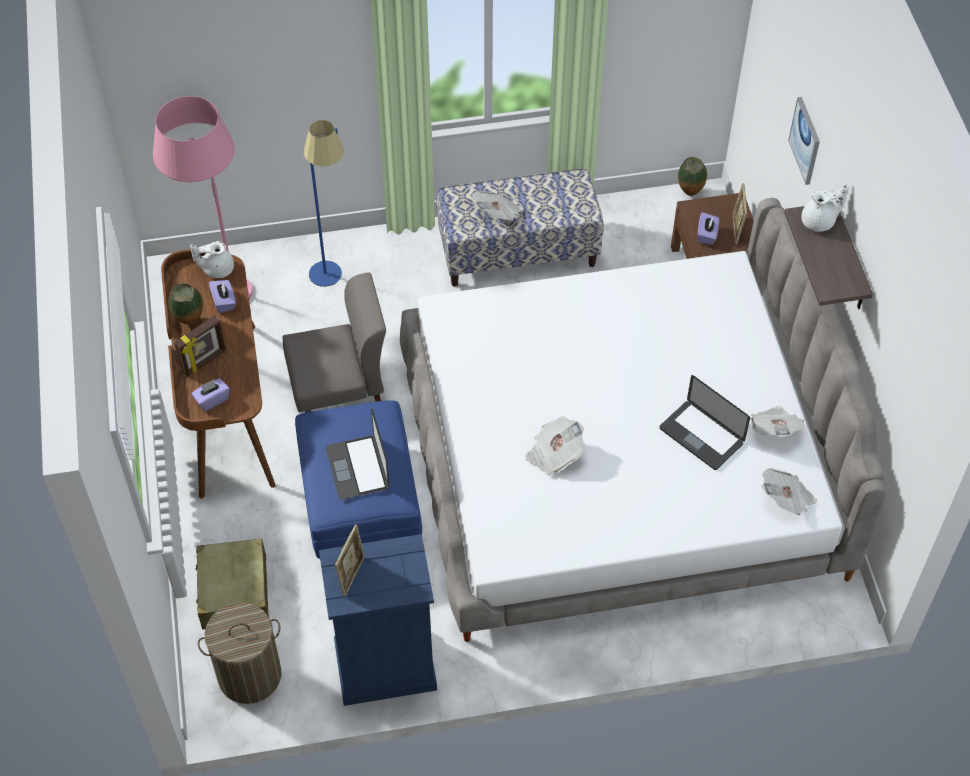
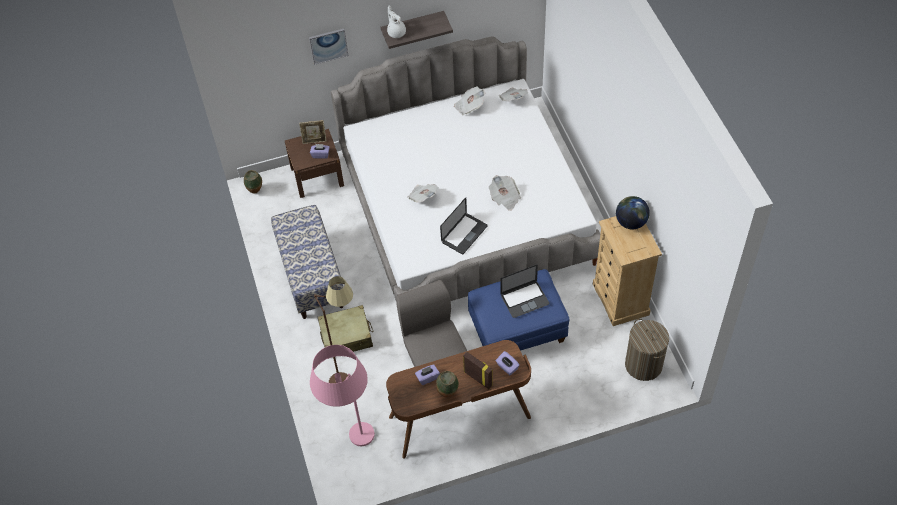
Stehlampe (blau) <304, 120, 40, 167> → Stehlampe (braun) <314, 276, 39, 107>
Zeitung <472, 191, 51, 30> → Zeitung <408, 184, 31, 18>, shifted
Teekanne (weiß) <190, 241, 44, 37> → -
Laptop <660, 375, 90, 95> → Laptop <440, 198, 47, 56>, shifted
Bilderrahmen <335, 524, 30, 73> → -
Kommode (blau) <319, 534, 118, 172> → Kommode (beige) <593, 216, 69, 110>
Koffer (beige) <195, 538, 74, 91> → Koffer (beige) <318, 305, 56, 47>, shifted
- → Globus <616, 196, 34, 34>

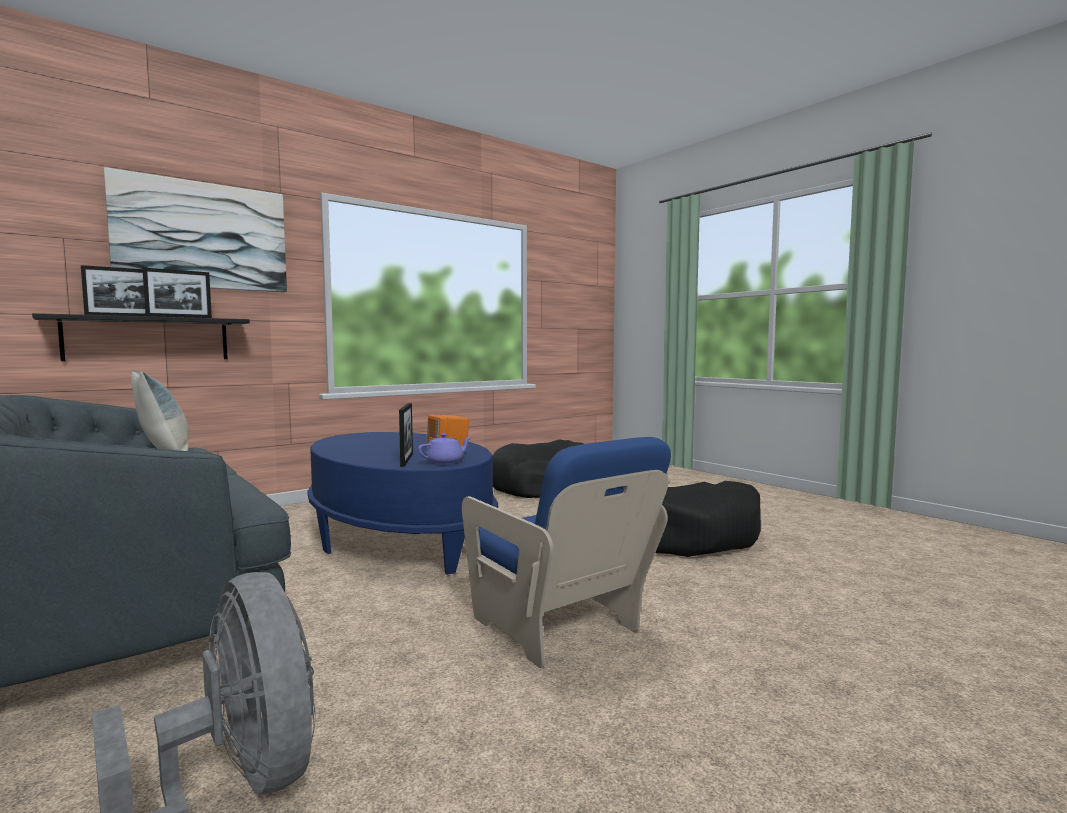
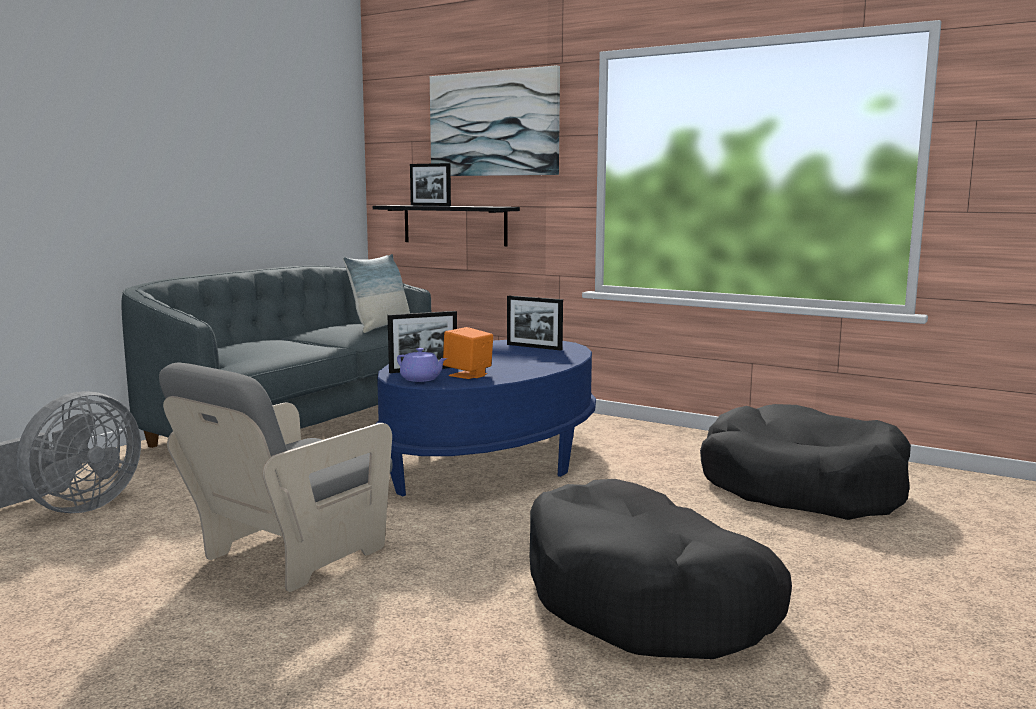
Bilderrahmen <142, 268, 70, 50> → Bilderrahmen <507, 296, 56, 54>, shifted
Sessel (blau) <462, 437, 209, 231> → Sessel (grau) <159, 362, 234, 230>

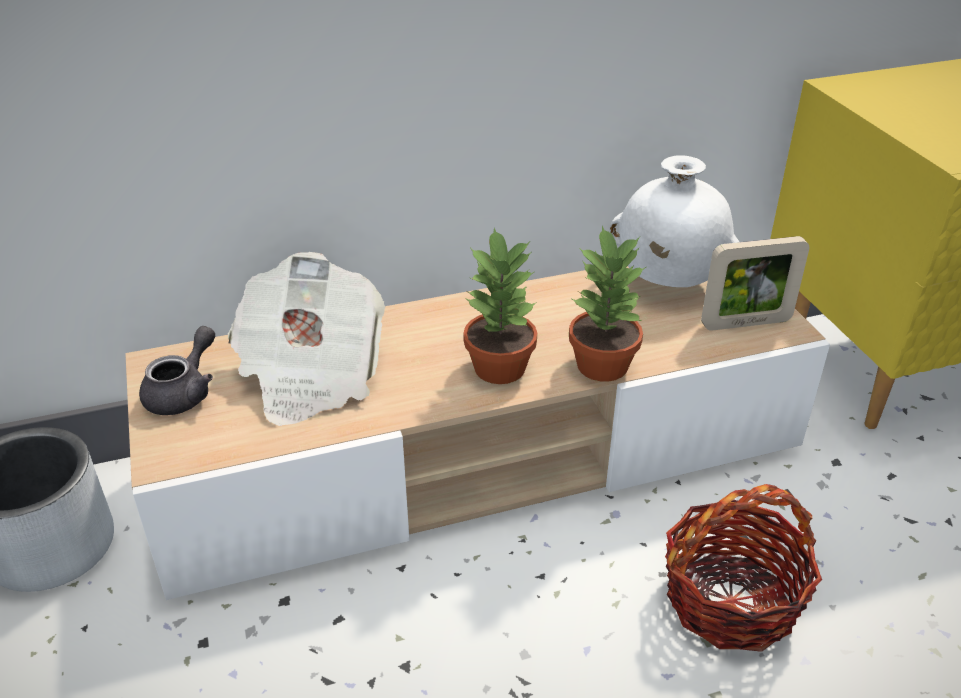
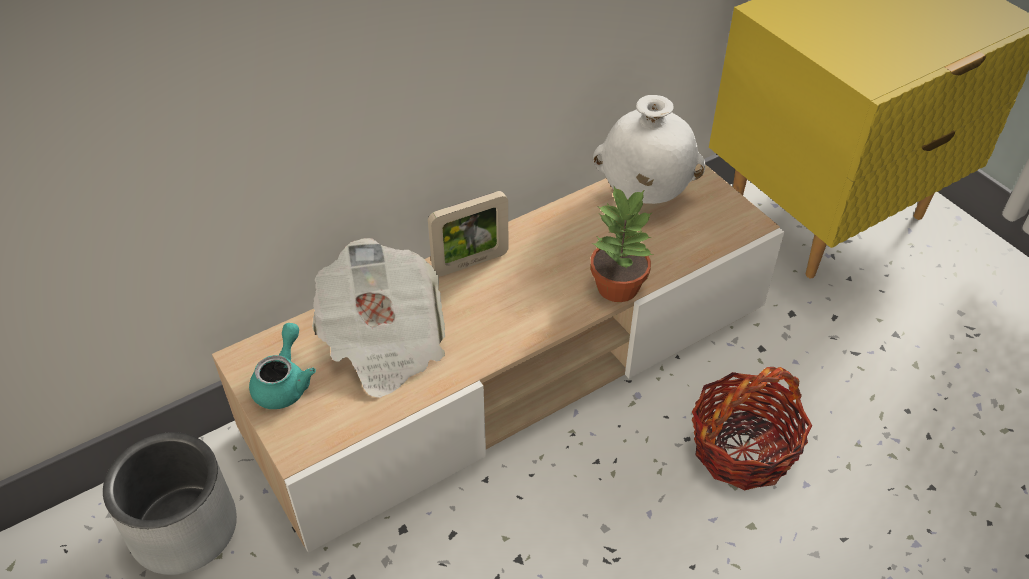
Topfpflanze <463, 228, 74, 156> → -
Bilderrahmen <701, 236, 108, 95> → Bilderrahmen <428, 191, 80, 85>, shifted
Teekanne (grau) <139, 326, 76, 89> → Teekanne (türkis) <249, 323, 67, 86>

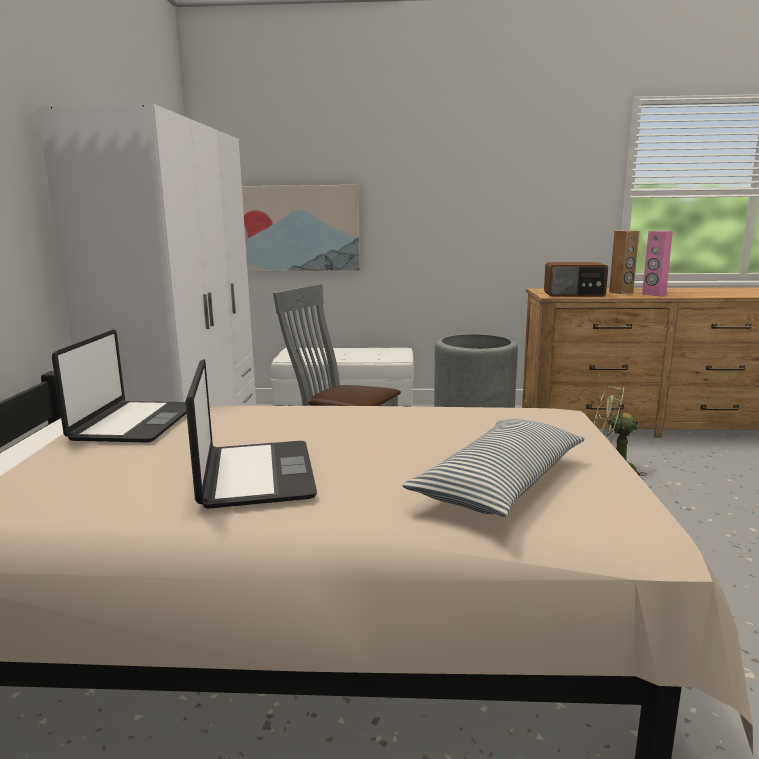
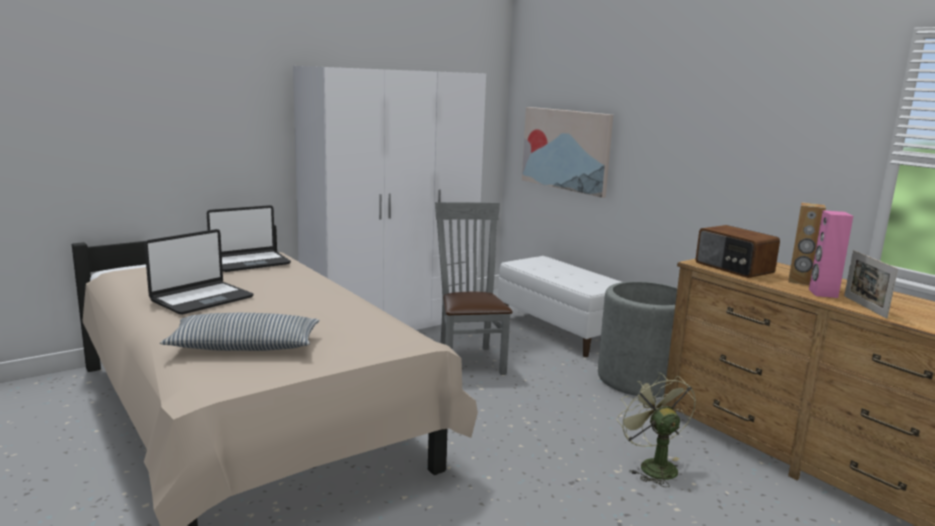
- → Bilderrahmen <844, 250, 54, 69>

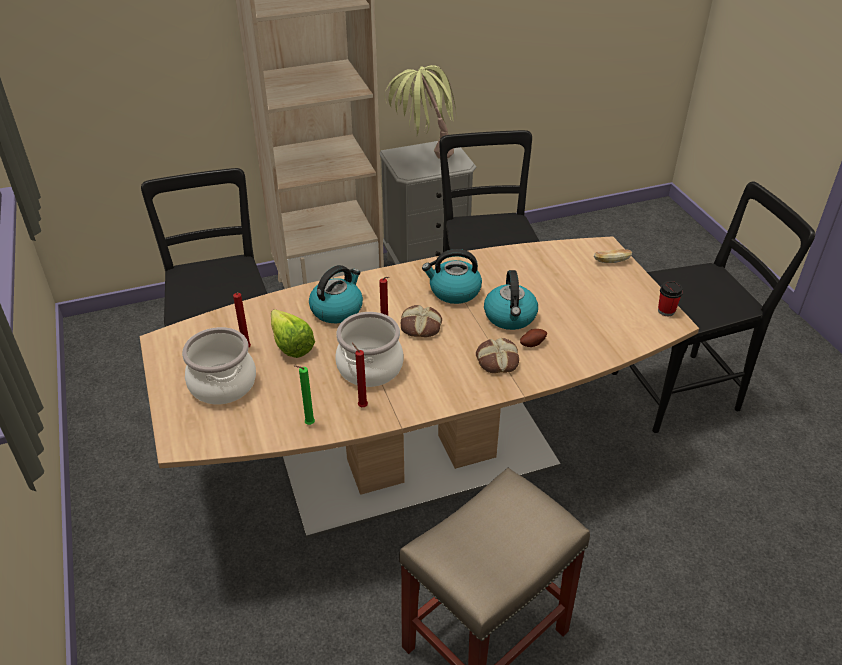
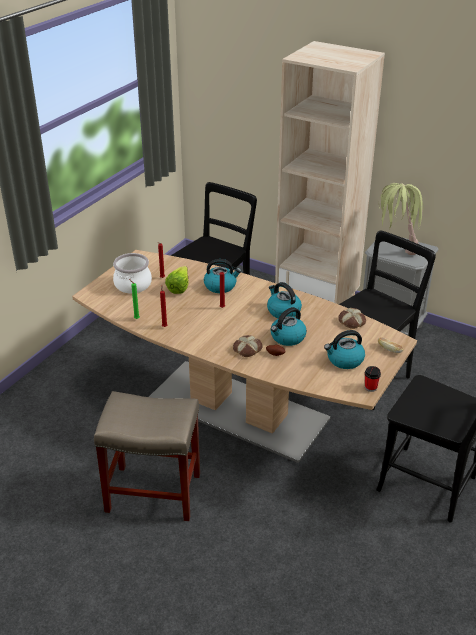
Brot <401, 305, 41, 32> → Brot <338, 308, 28, 21>, shifted
Kochtopf <335, 312, 68, 75> → -
- → Wasserkessel <324, 330, 41, 39>

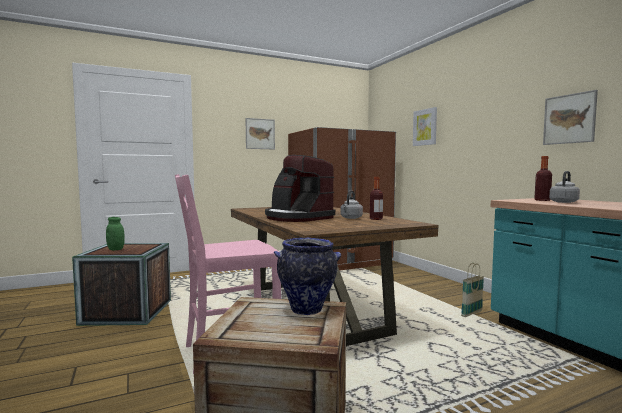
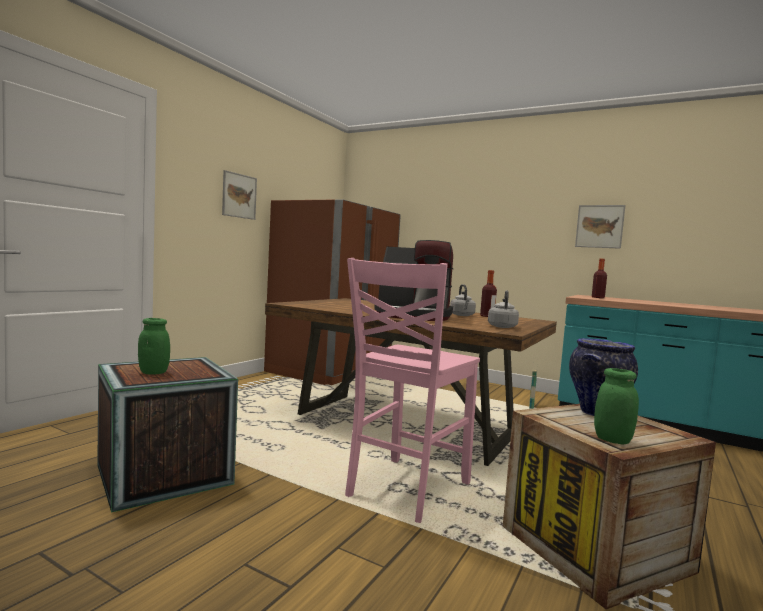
Bild <413, 107, 24, 39> → -
Wasserkessel (grau) <549, 171, 31, 32> → Wasserkessel (grau) <488, 290, 31, 38>, shifted
- → Vorratsglas (grün) <594, 368, 45, 76>

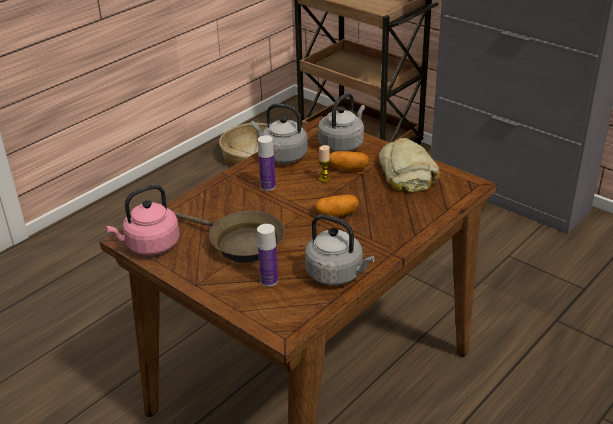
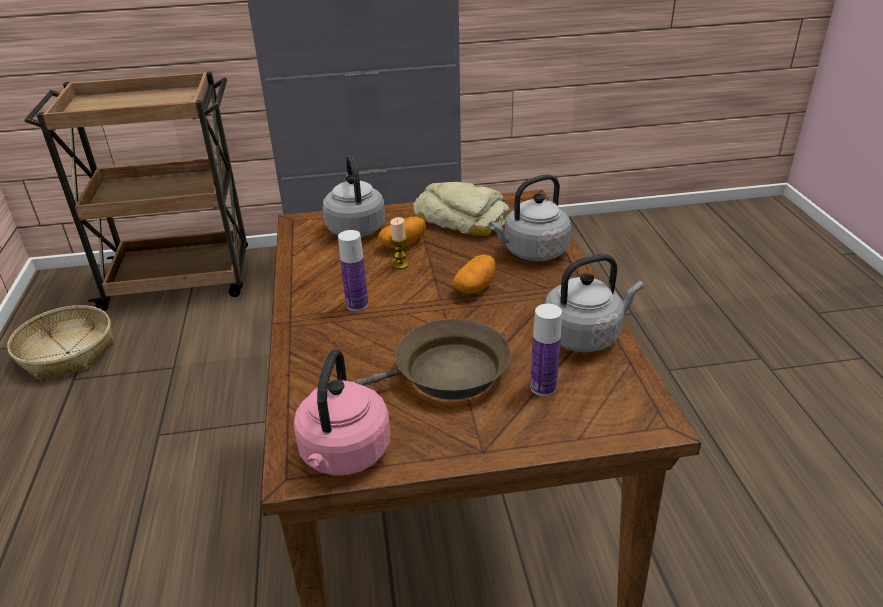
Wasserkessel (grau) <251, 103, 57, 61> → Wasserkessel (grau) <489, 174, 82, 87>, shifted

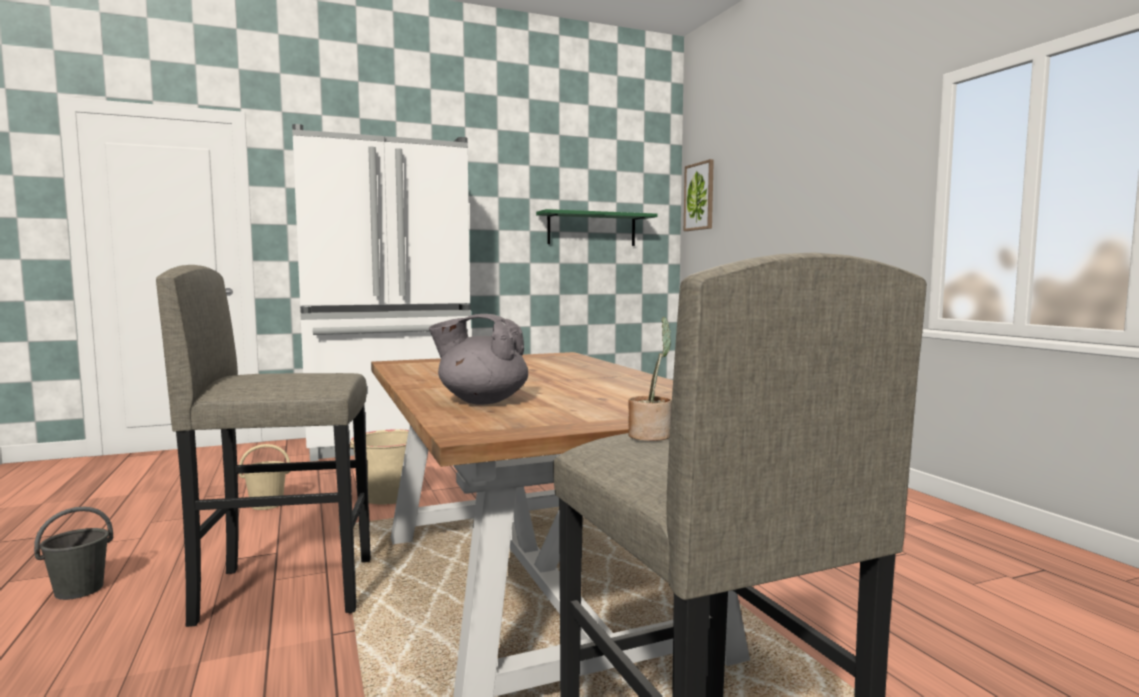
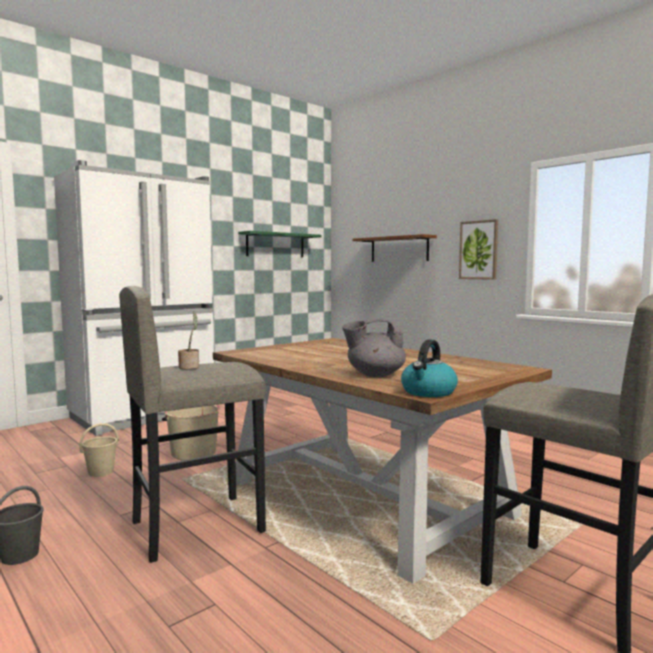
Bild <684, 159, 30, 72> → Bild <459, 219, 39, 61>, shifted
Topfpflanze <628, 317, 44, 124> → Topfpflanze <178, 311, 21, 58>, shifted
- → Wandregal (braun) <352, 234, 85, 28>
- → Wasserkessel <401, 339, 57, 58>

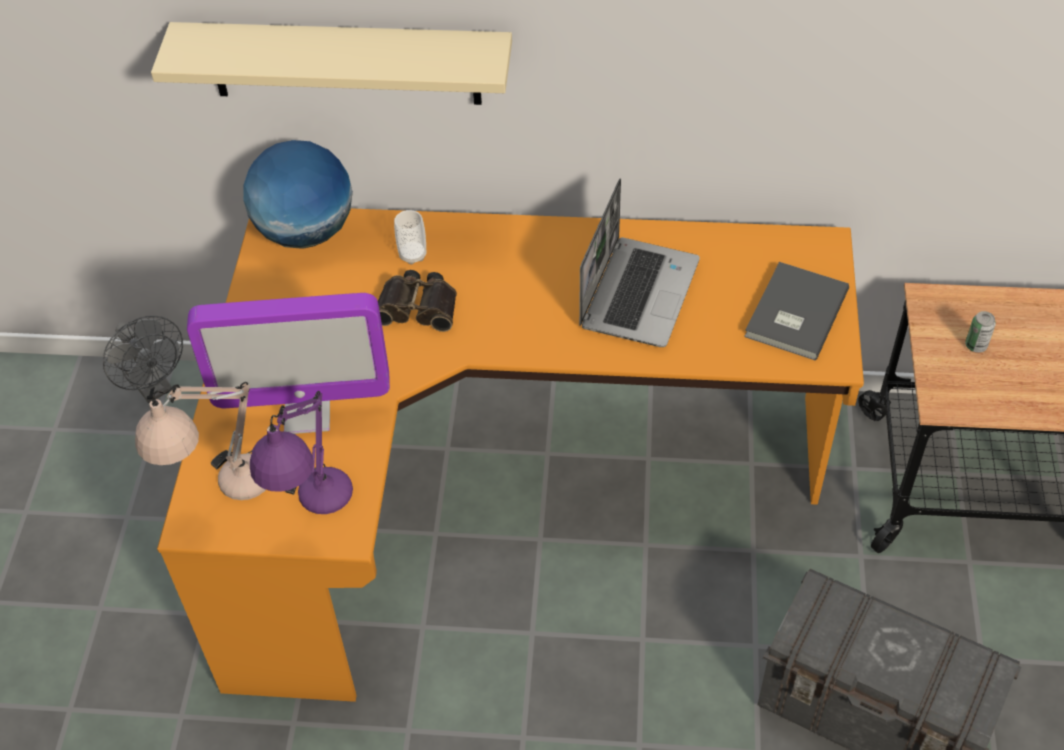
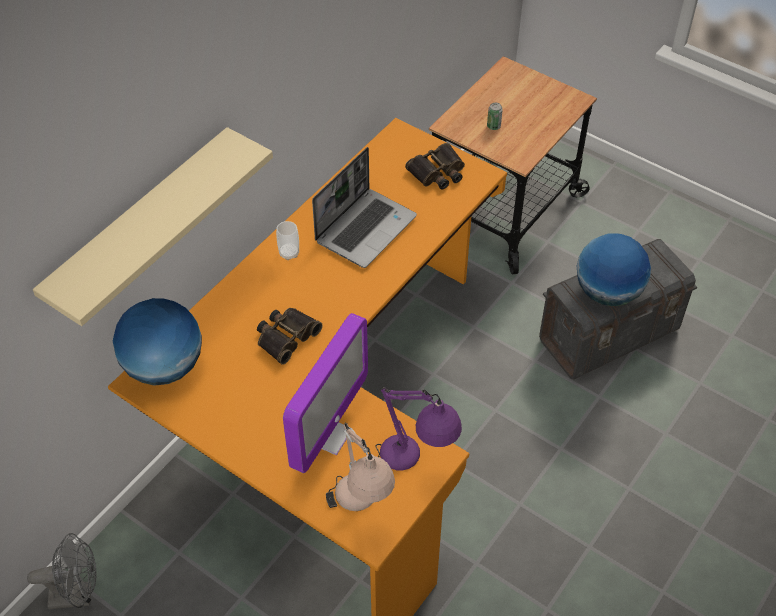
Laptop <579, 179, 121, 168> → Laptop <312, 147, 105, 121>, 75 degrees clockwise
Tasse <394, 210, 32, 54> → Tasse <276, 221, 23, 39>, shifted
Buch (grau) <744, 262, 105, 99> → Fernglas <405, 143, 60, 47>
- → Globus <577, 233, 74, 73>

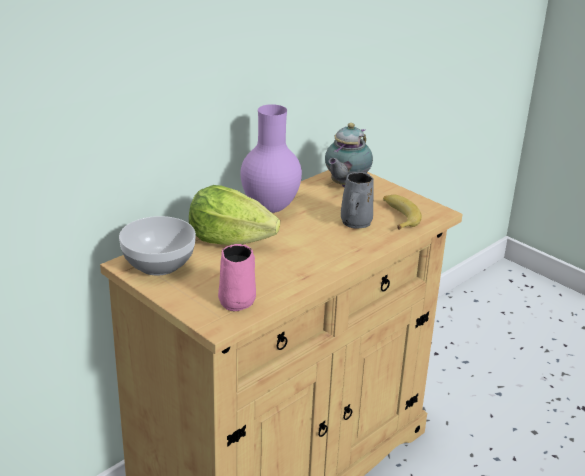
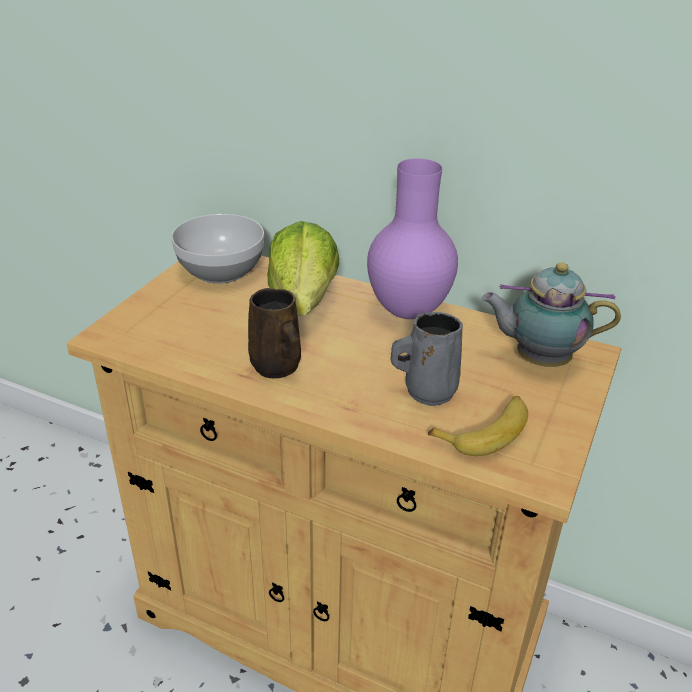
Henkelbecher (rosa) <218, 244, 38, 68> → -
- → Henkelbecher (braun) <248, 288, 53, 90>

